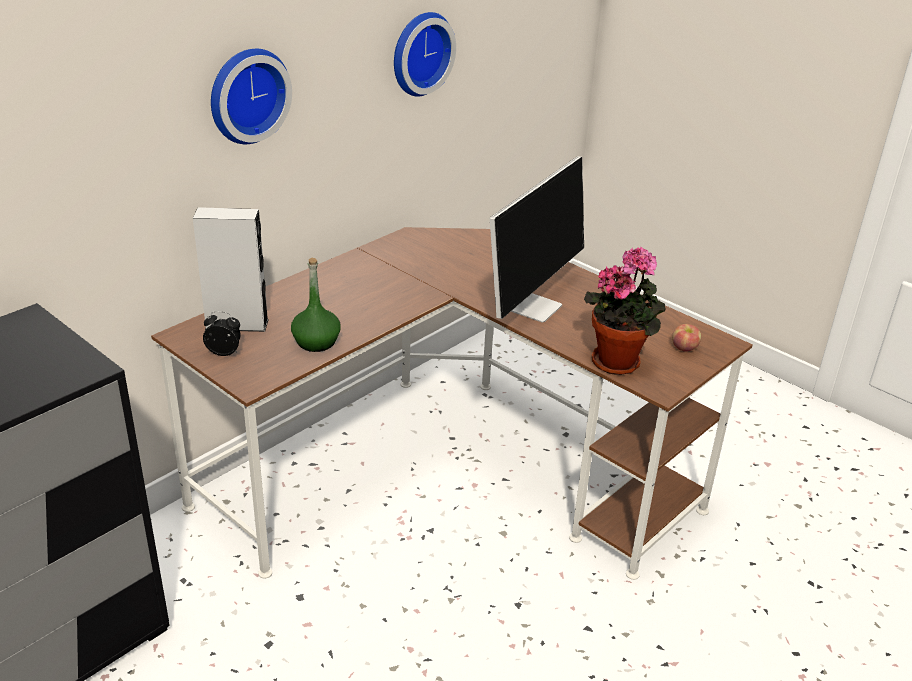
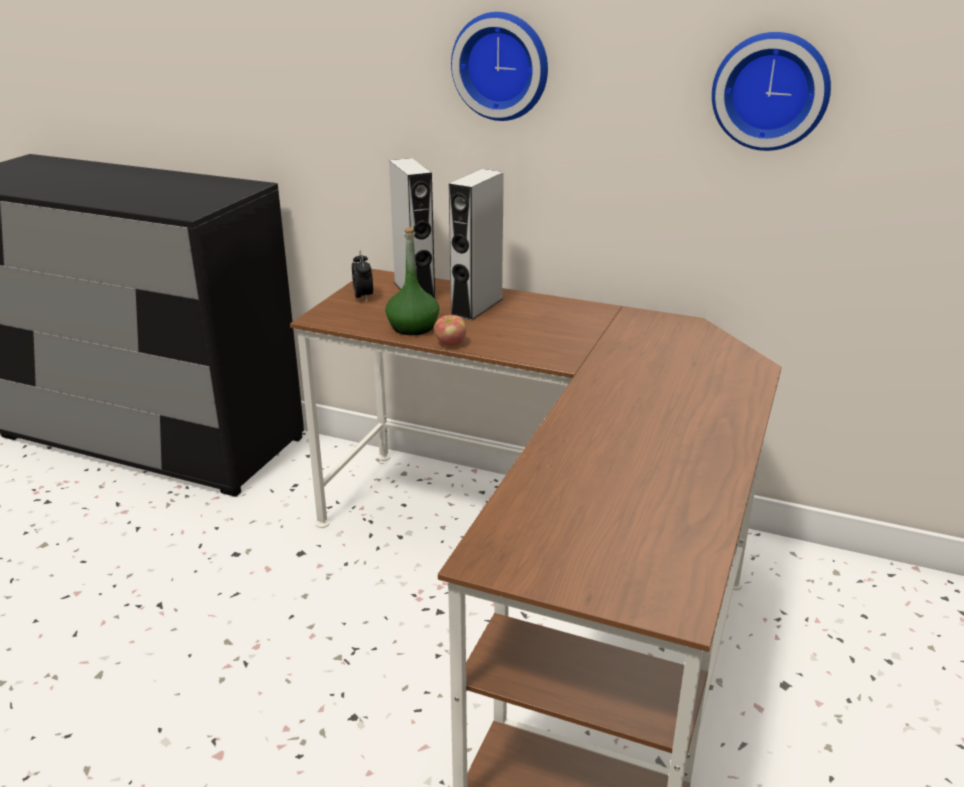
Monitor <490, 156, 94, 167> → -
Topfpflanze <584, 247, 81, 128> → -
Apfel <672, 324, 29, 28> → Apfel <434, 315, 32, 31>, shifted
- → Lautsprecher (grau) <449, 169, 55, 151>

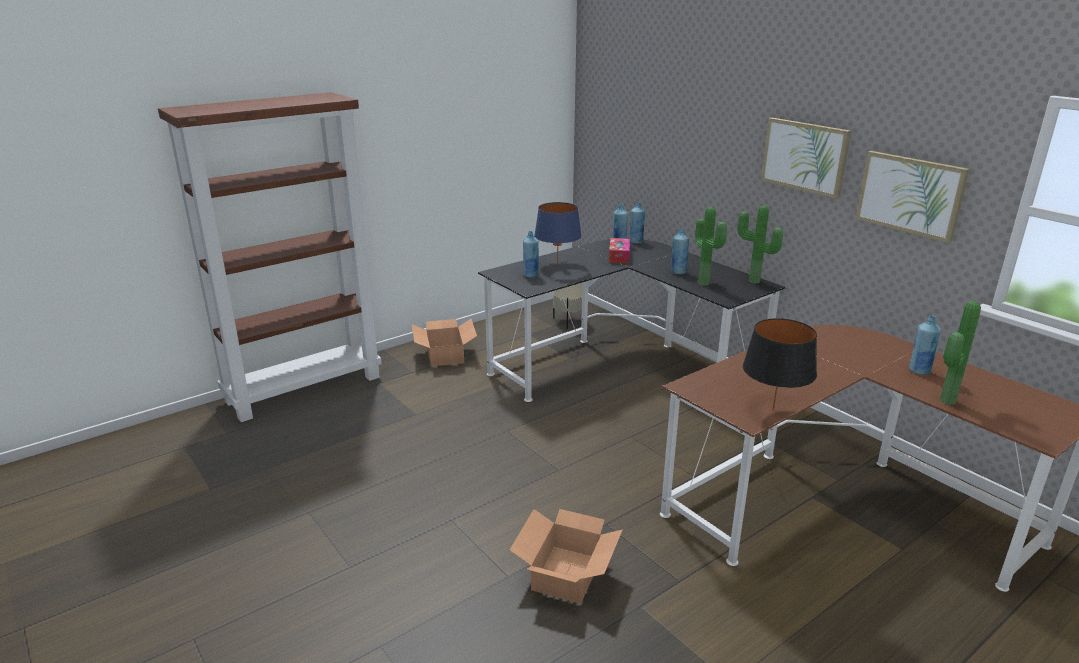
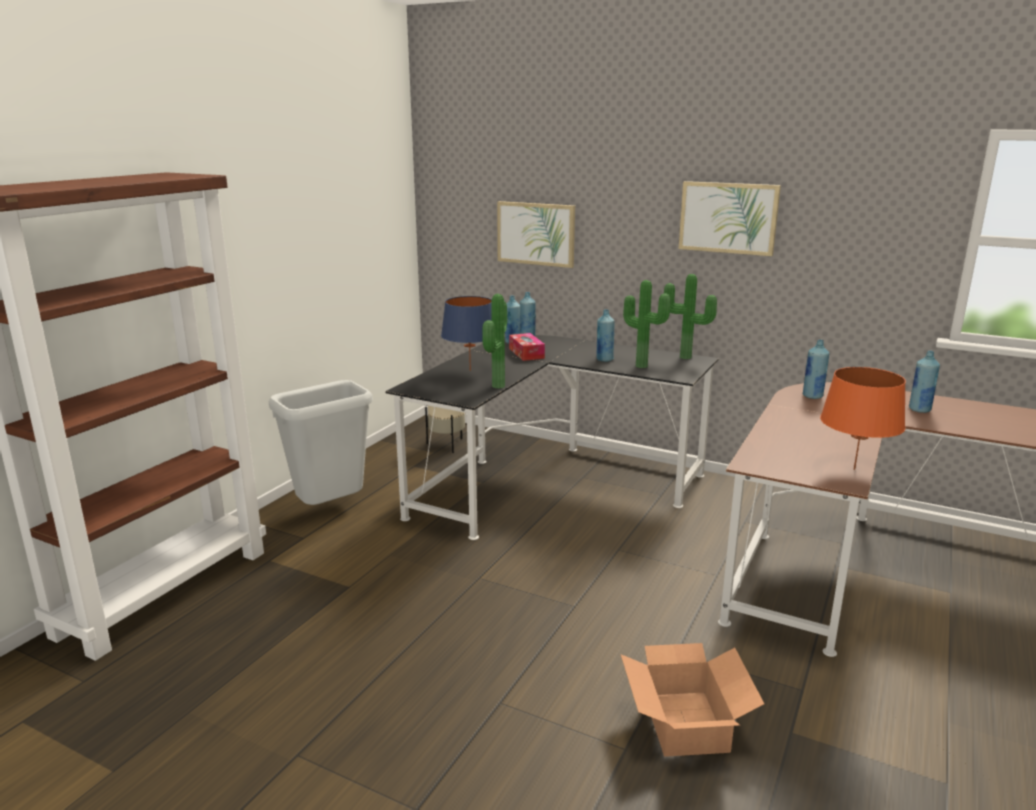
Bild <855, 151, 114, 92> → Bild <497, 201, 78, 67>, shifted
Flasche (blau) <523, 231, 16, 46> → Flasche (blau) <803, 340, 26, 59>, shifted
Topfpflanze <940, 301, 41, 104> → Topfpflanze <482, 294, 25, 95>, shifted
Tischlampe (schwarz) <743, 318, 74, 93> → Tischlampe (orange) <820, 367, 86, 103>
Karton <412, 319, 65, 48> → Mülleimer (grau) <269, 380, 104, 125>

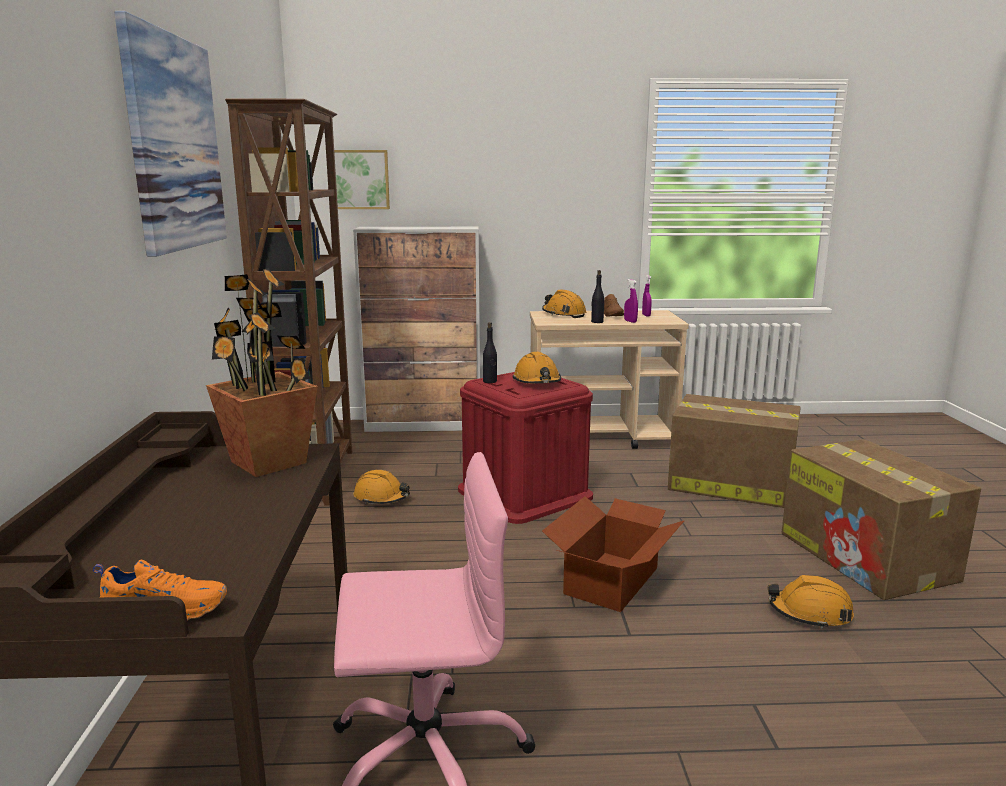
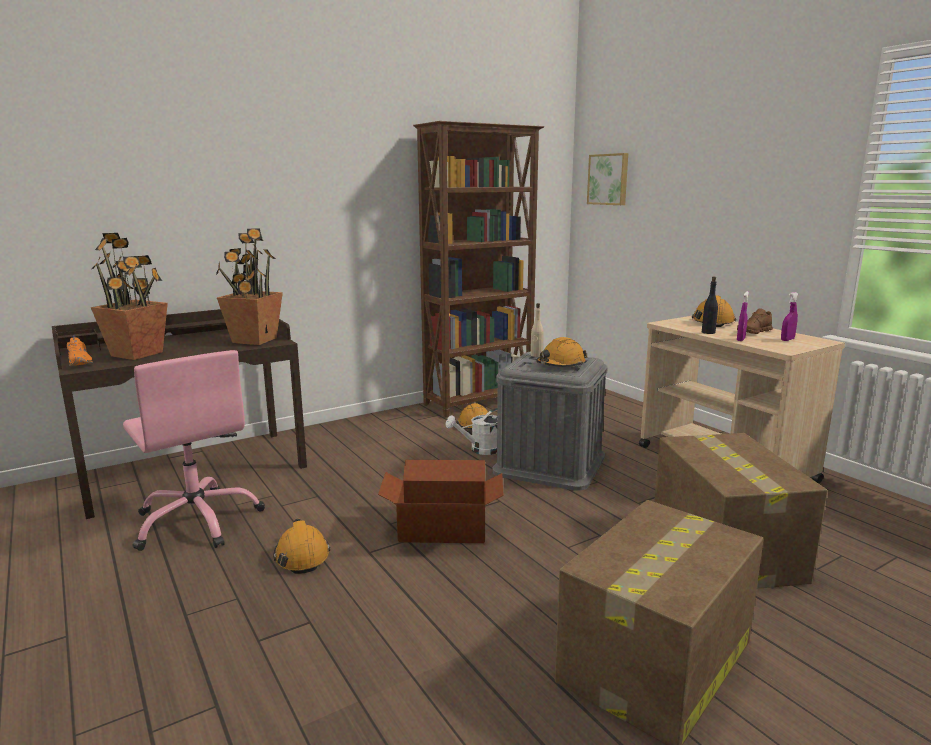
Bild <114, 11, 113, 246> → -
Schrank <353, 227, 127, 205> → -
Flasche (schwarz) <483, 322, 14, 61> → Flasche (beige) <531, 303, 13, 54>
Aufbewahrungsbox (rot) <458, 372, 135, 152> → Aufbewahrungsbox (grau) <492, 352, 116, 139>
Schutzhelm (orange) <768, 575, 86, 54> → Schutzhelm (orange) <273, 518, 57, 56>, shifted
- → Topfpflanze <91, 233, 77, 127>
- → Gießkanne (weiß) <445, 408, 52, 47>

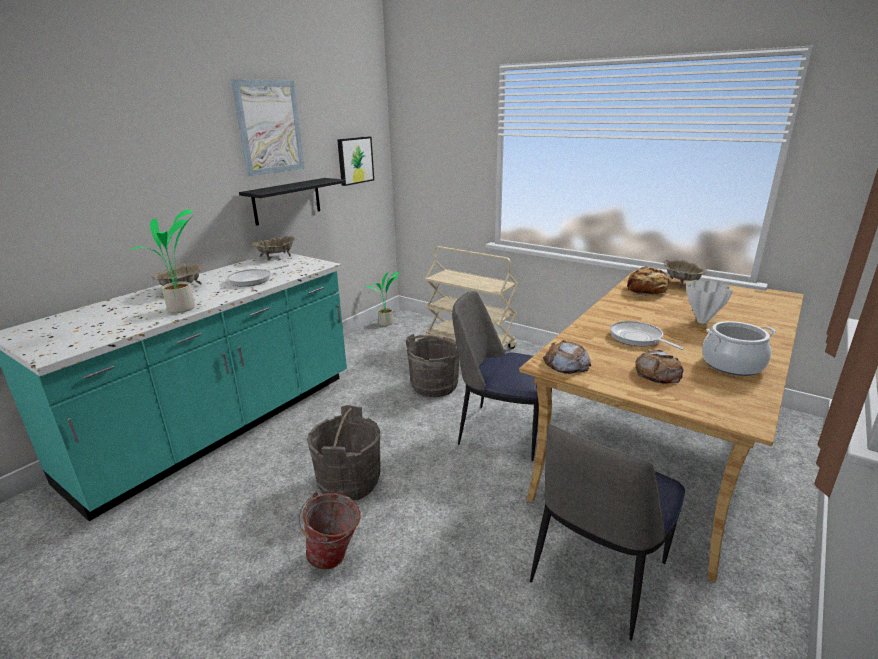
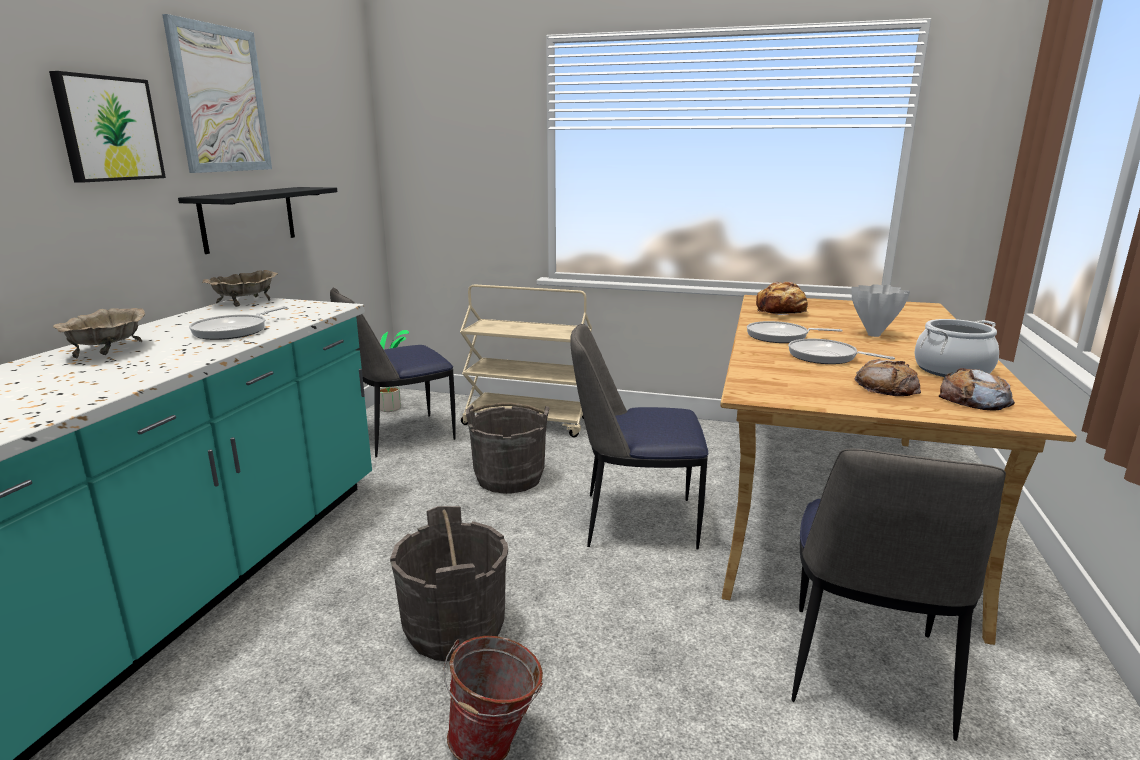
Bild <337, 136, 37, 50> → Bild <49, 71, 117, 112>, shifted
Topfpflanze <131, 210, 64, 103> → -
Schüssel (beige) <664, 260, 43, 27> → -
Brot <543, 340, 48, 34> → Brot <939, 368, 76, 43>, shifted
- → Stuhl <330, 288, 126, 169>
- → Pfanne <747, 321, 96, 22>

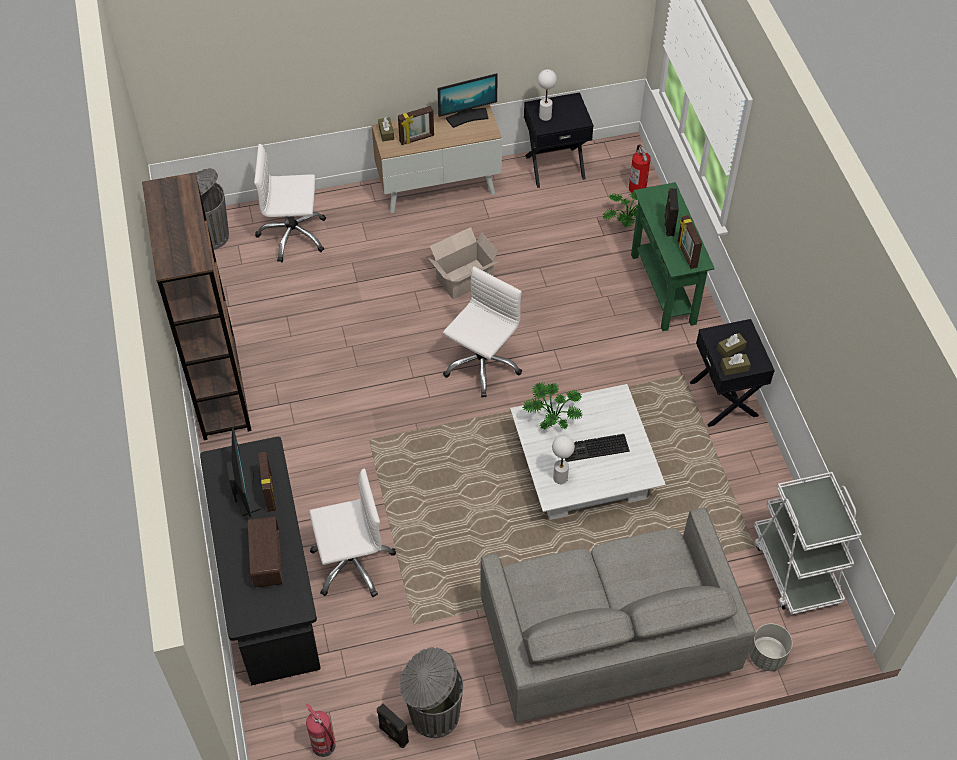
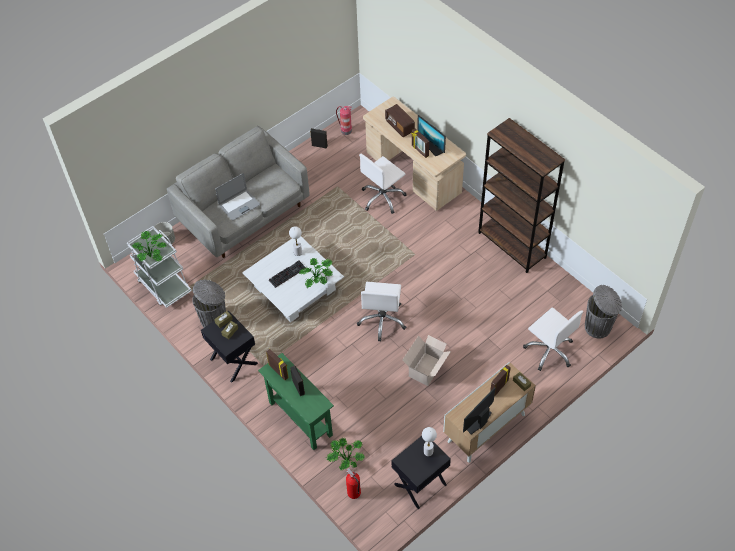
Bürostuhl (weiß) <254, 144, 72, 118> → Bürostuhl (weiß) <523, 307, 60, 64>, 75 degrees clockwise
Schreibtisch (schwarz) <200, 437, 120, 248> → Schreibtisch (beige) <363, 97, 103, 114>
Mülleimer (grau) <400, 647, 64, 91> → Mülleimer (grau) <192, 279, 34, 49>, shifted
- → Laptop <215, 173, 45, 47>
- → Topfpflanze <132, 231, 35, 30>

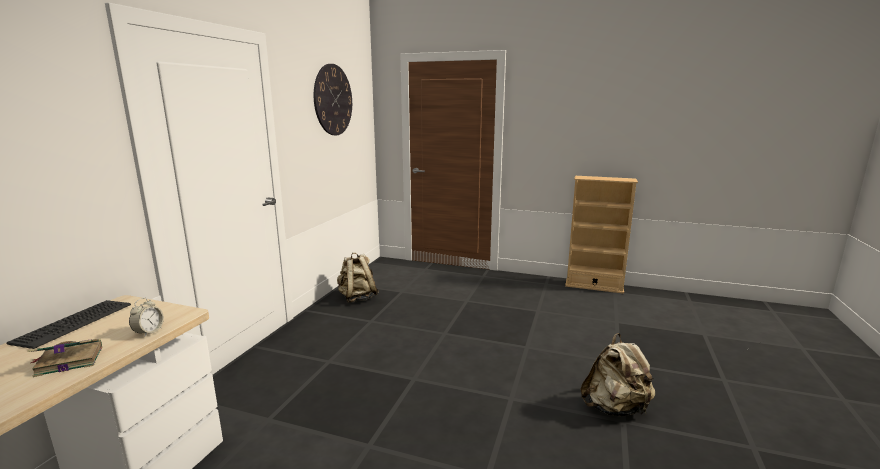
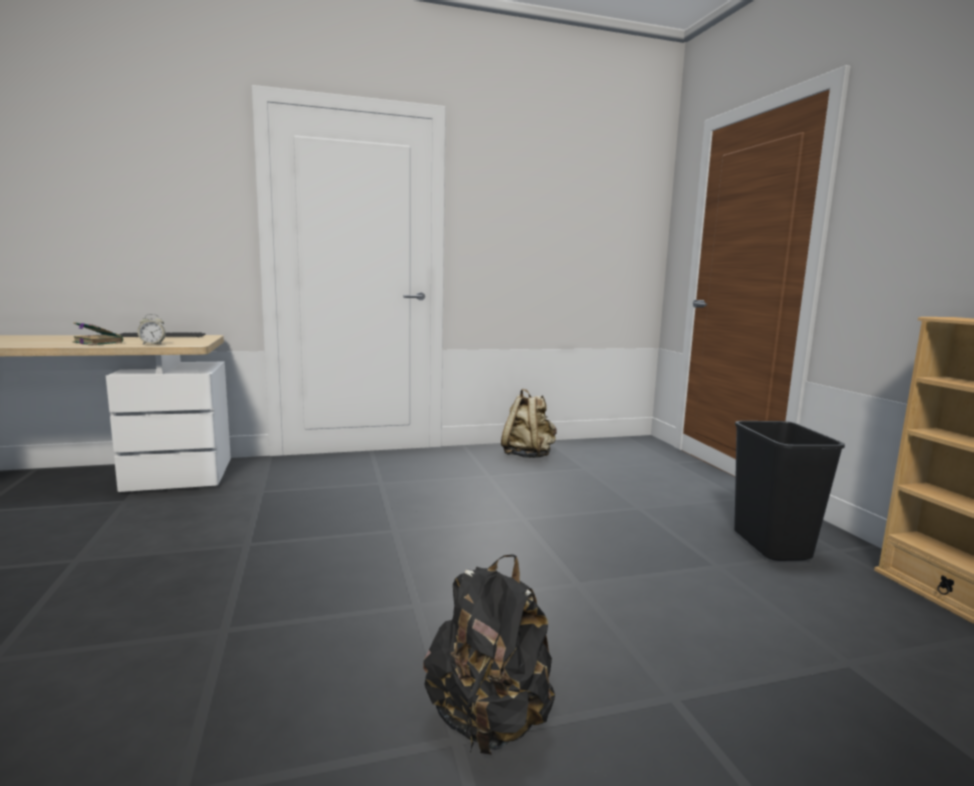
Wanduhr <314, 64, 38, 71> → -
Rucksack (beige) <580, 333, 75, 84> → Rucksack (schwarz) <423, 554, 132, 201>
- → Mülleimer (schwarz) <734, 421, 111, 140>

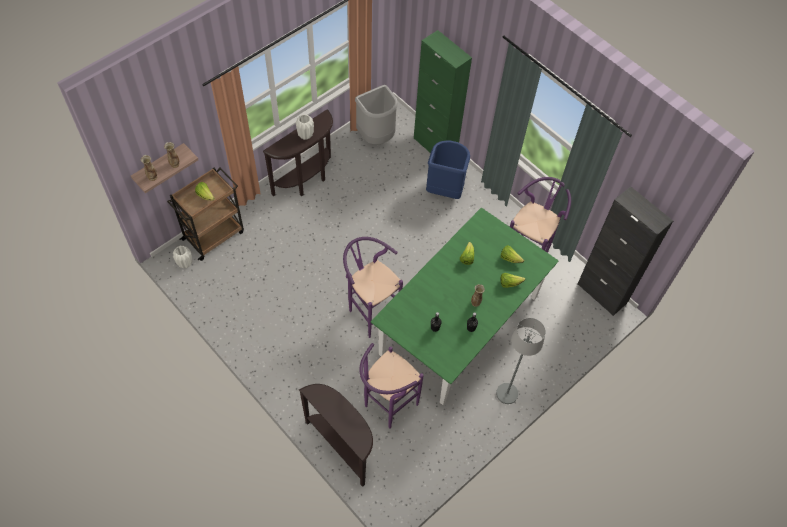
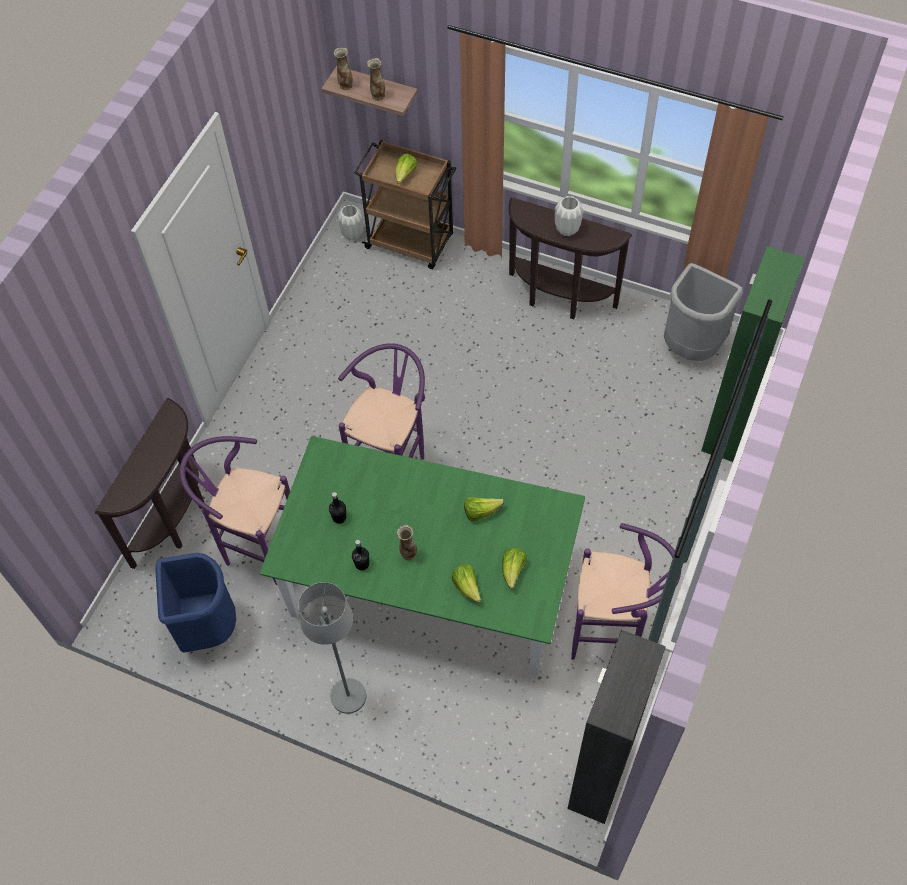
Mülleimer (blau) <426, 140, 44, 59> → Mülleimer (blau) <155, 553, 81, 100>, shifted

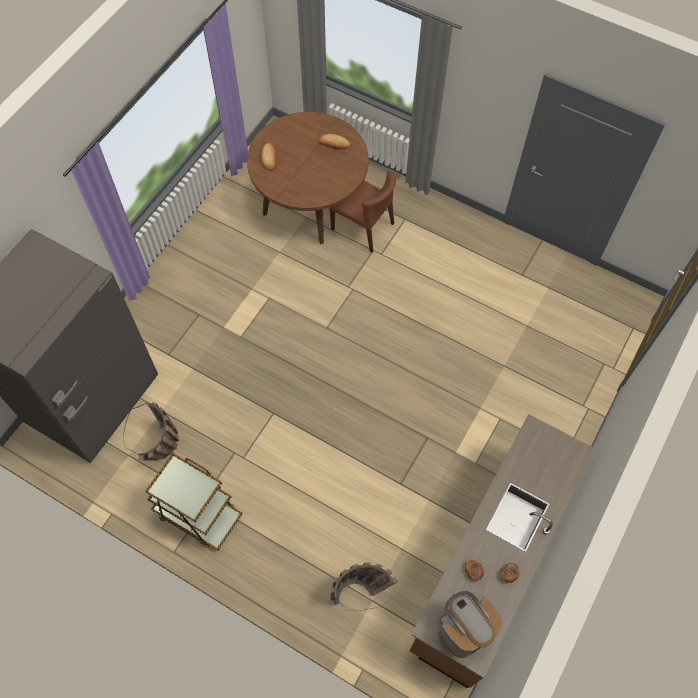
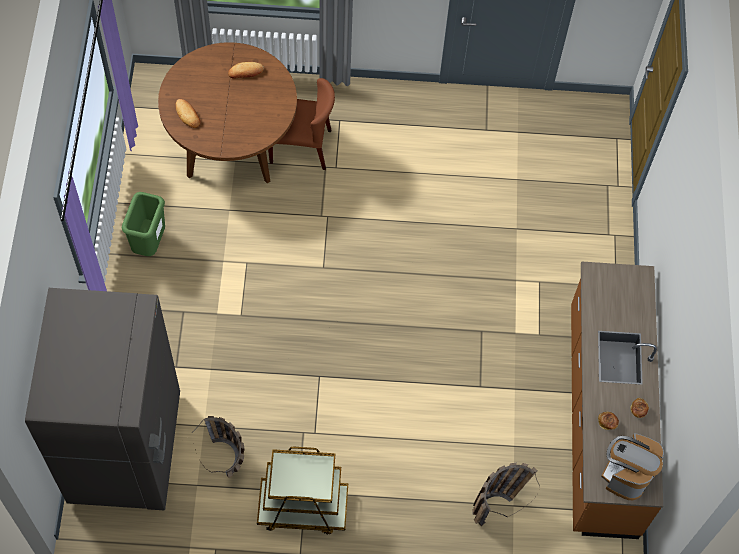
- → Mülleimer (grün) <122, 192, 43, 64>

